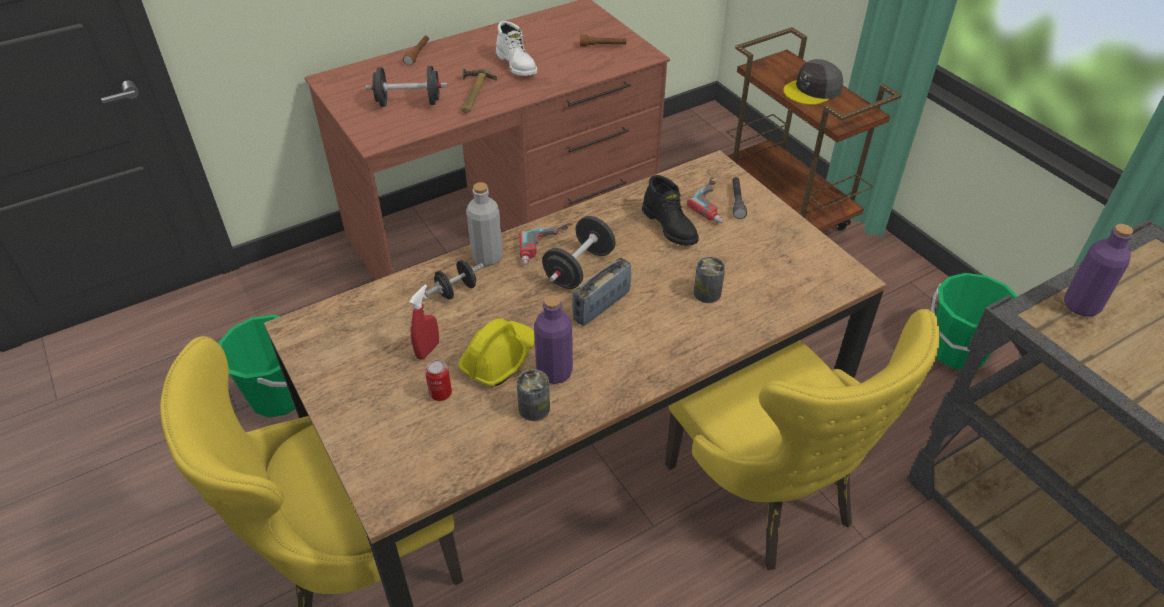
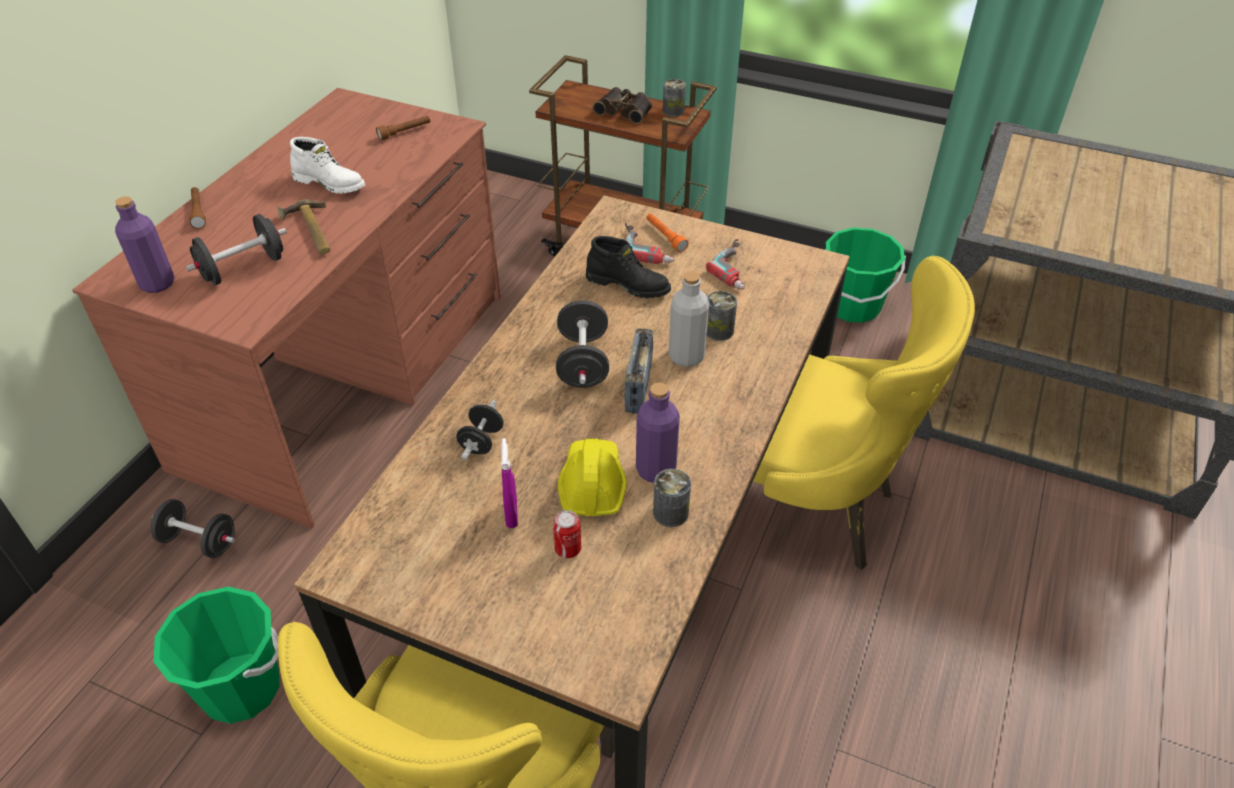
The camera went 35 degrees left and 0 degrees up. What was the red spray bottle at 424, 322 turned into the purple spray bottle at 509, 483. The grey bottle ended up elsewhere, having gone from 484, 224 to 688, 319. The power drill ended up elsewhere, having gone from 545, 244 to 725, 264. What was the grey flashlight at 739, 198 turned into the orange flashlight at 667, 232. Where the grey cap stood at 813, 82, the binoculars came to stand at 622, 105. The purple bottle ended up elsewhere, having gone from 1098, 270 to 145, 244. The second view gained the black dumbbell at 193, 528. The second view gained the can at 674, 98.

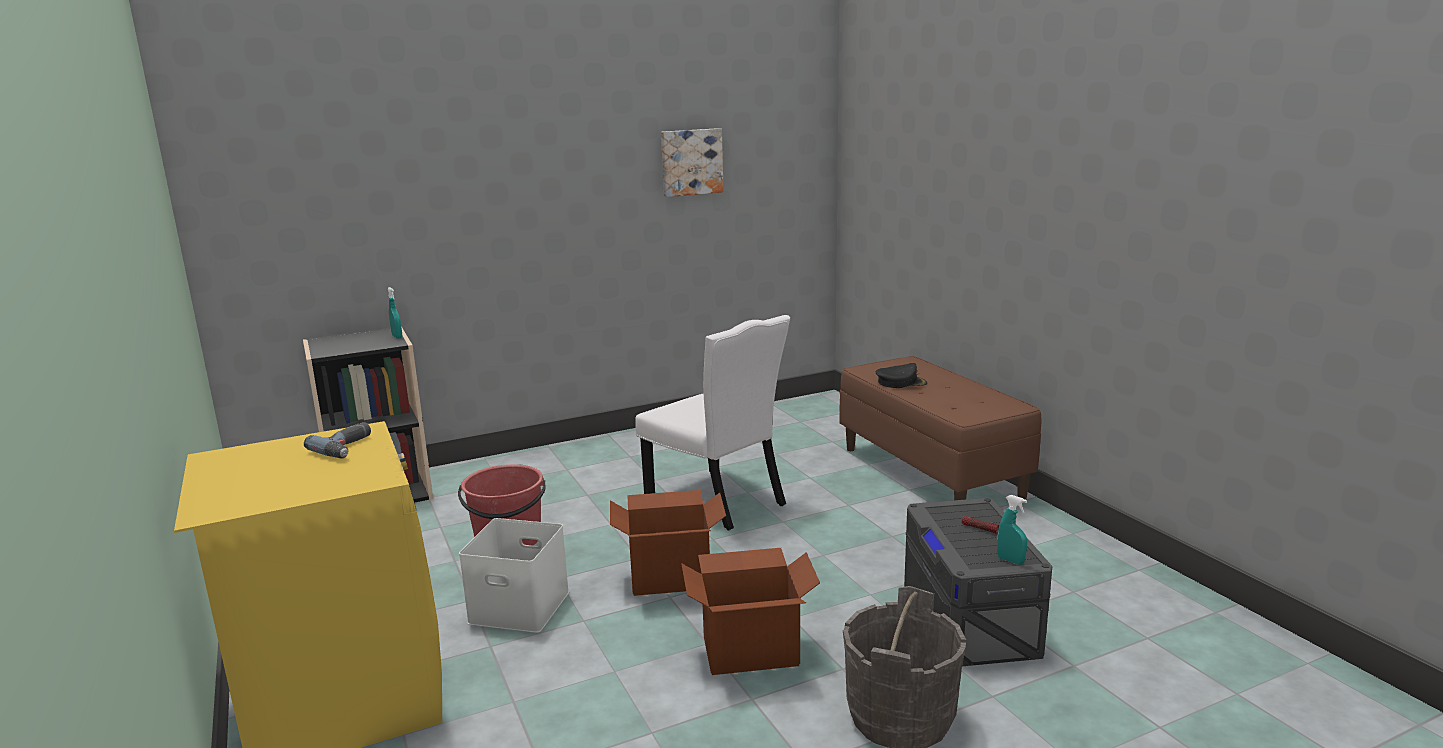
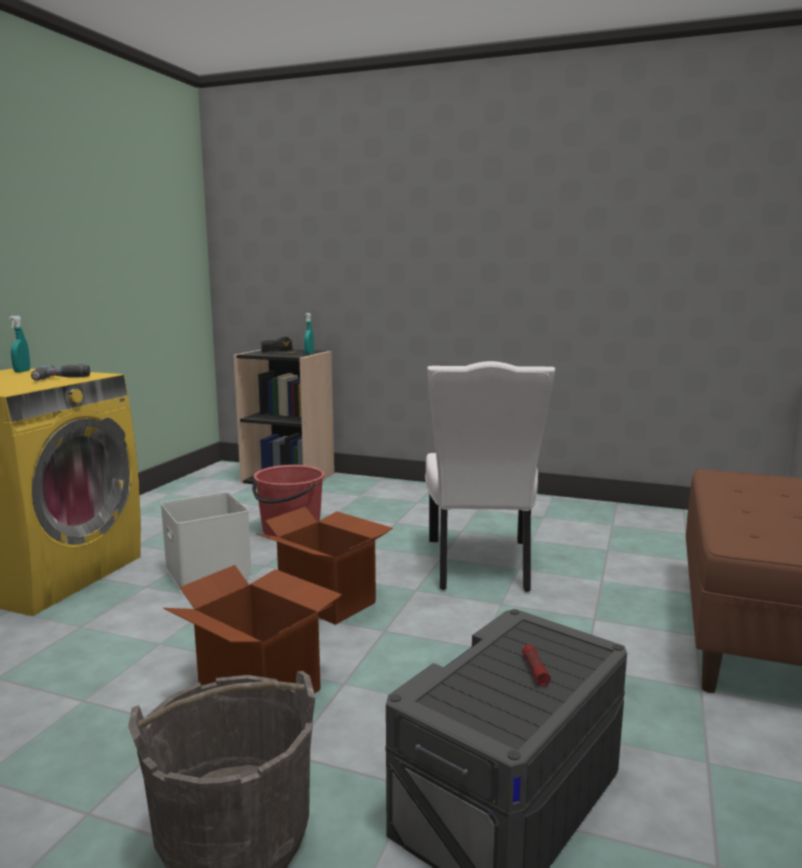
The camera went 45 degrees right and 5 degrees down. The second view lost the picture at 692, 162. The black cap ended up elsewhere, having gone from 901, 375 to 279, 345. The turquoise spray bottle ended up elsewhere, having gone from 1012, 530 to 19, 344.

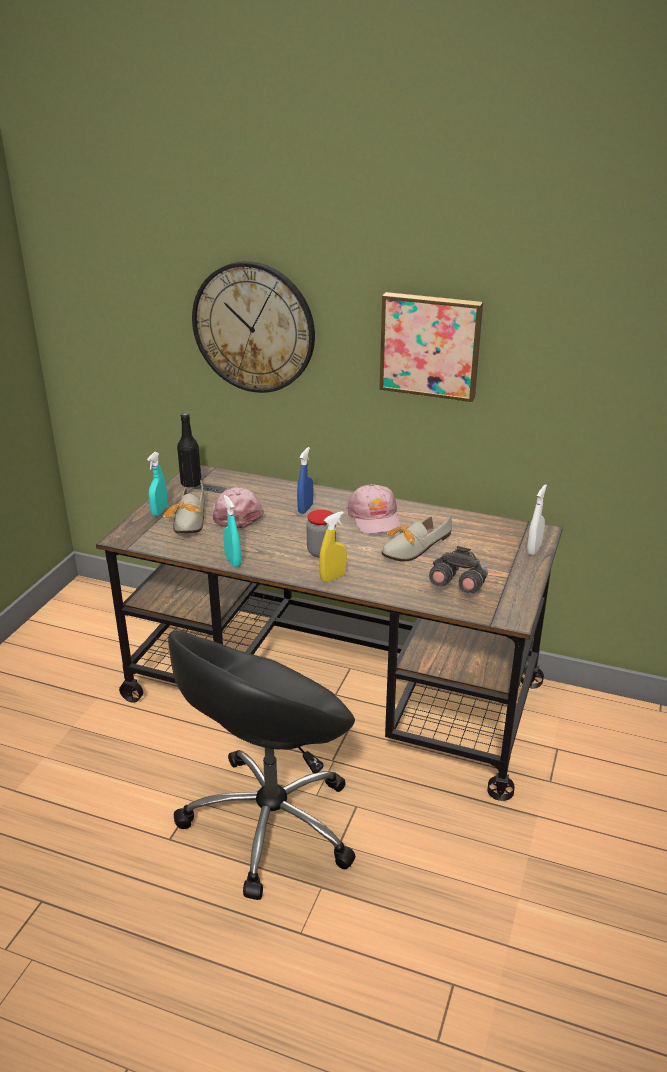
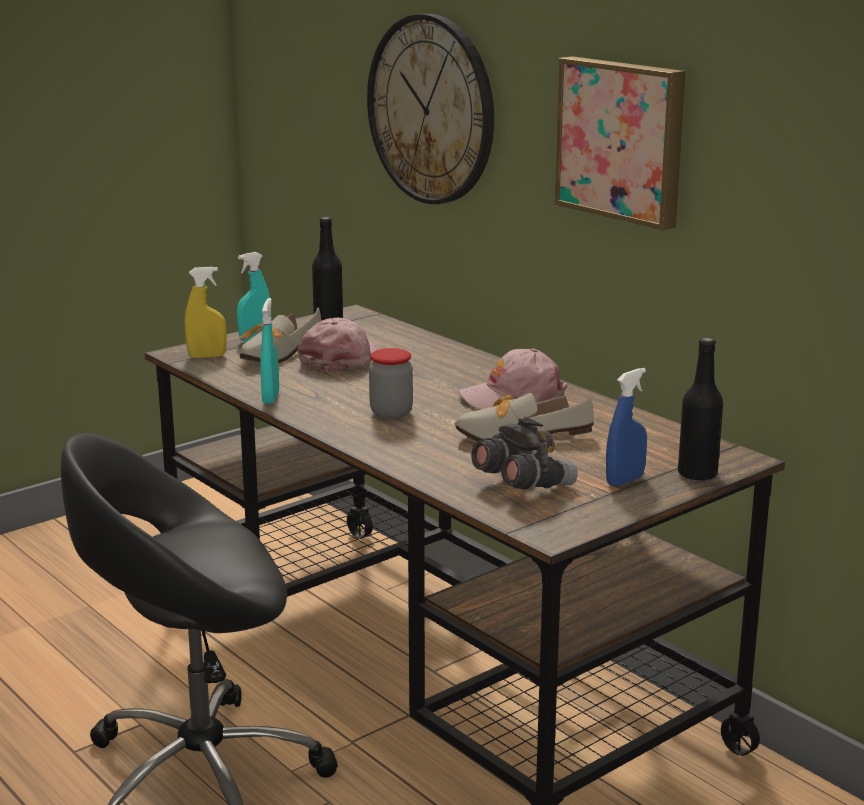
The camera went 30 degrees right and 10 degrees down. The blue spray bottle ended up elsewhere, having gone from 305, 480 to 626, 427. The yellow spray bottle ended up elsewhere, having gone from 333, 546 to 206, 312. The pink cap at 374, 509 ended up facing another way, 60 degrees clockwise from before. Where the white spray bottle stood at 537, 519, the black bottle came to stand at 700, 409.

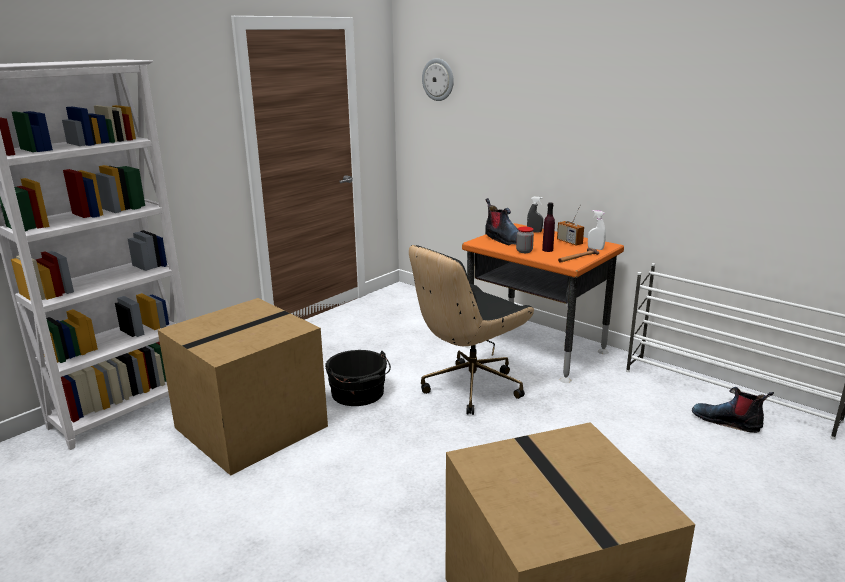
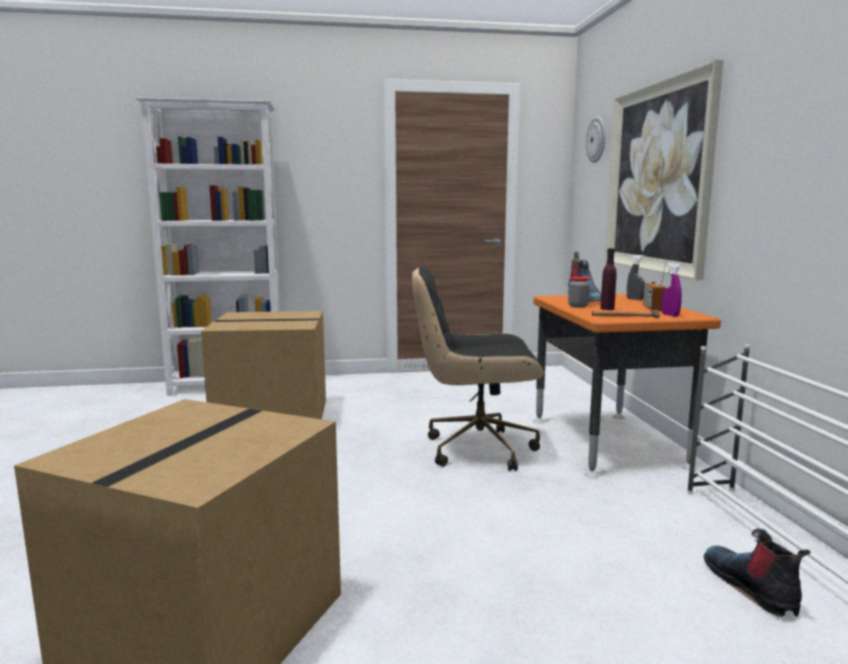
The camera went 40 degrees right and 10 degrees down. The second view lost the black bucket at 358, 378. What was the white spray bottle at 597, 230 turned into the purple spray bottle at 671, 290. The second view gained the picture at 664, 170.

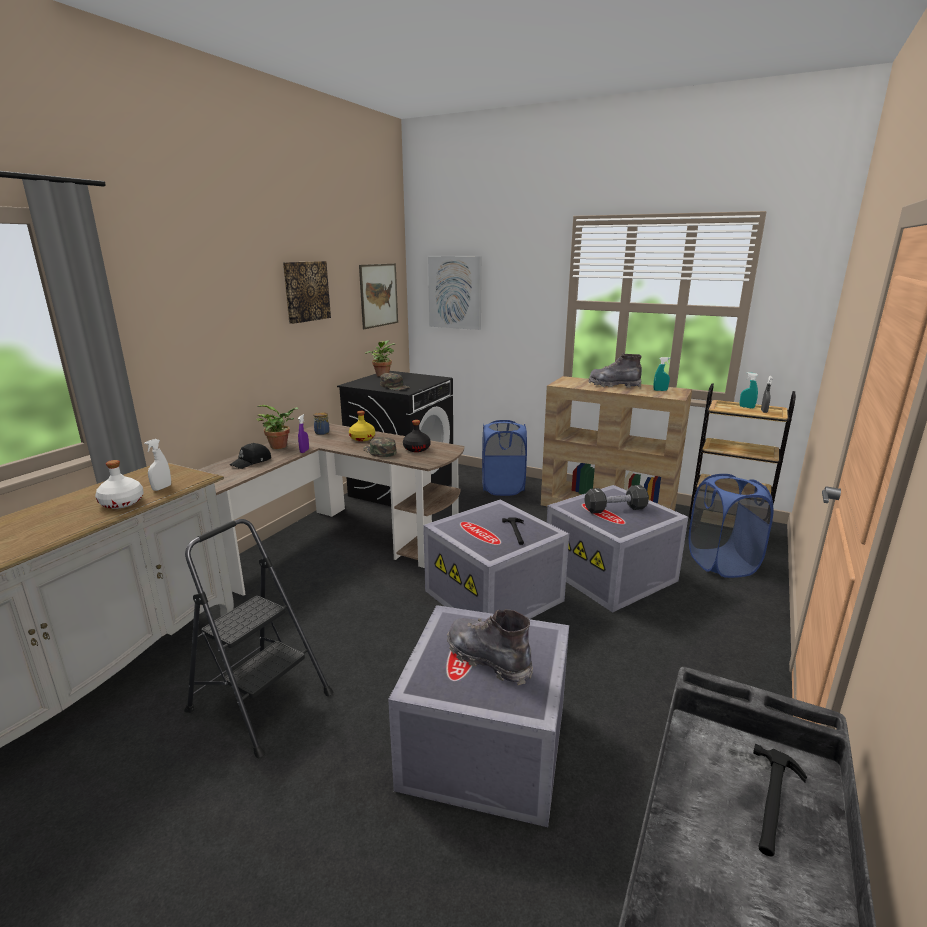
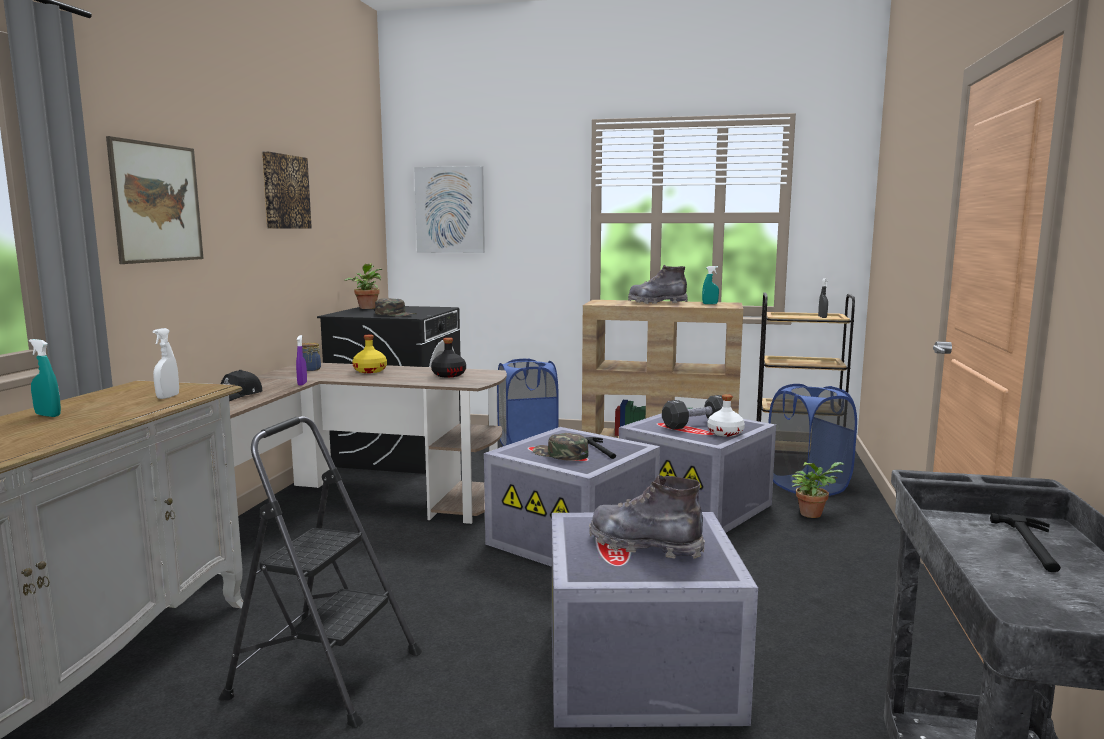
The camera went 15 degrees left and 10 degrees down. The white bottle ended up elsewhere, having gone from 119, 484 to 726, 415. The potted plant ended up elsewhere, having gone from 277, 427 to 818, 490. The picture ended up elsewhere, having gone from 378, 296 to 155, 200. The green cap ended up elsewhere, having gone from 380, 447 to 561, 447. The turquoise spray bottle ended up elsewhere, having gone from 749, 390 to 45, 378.

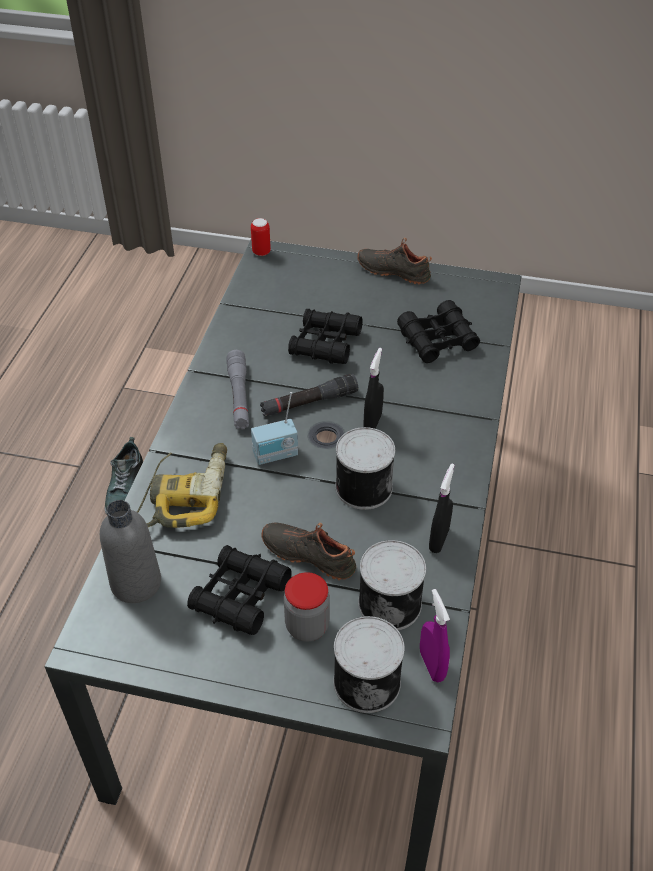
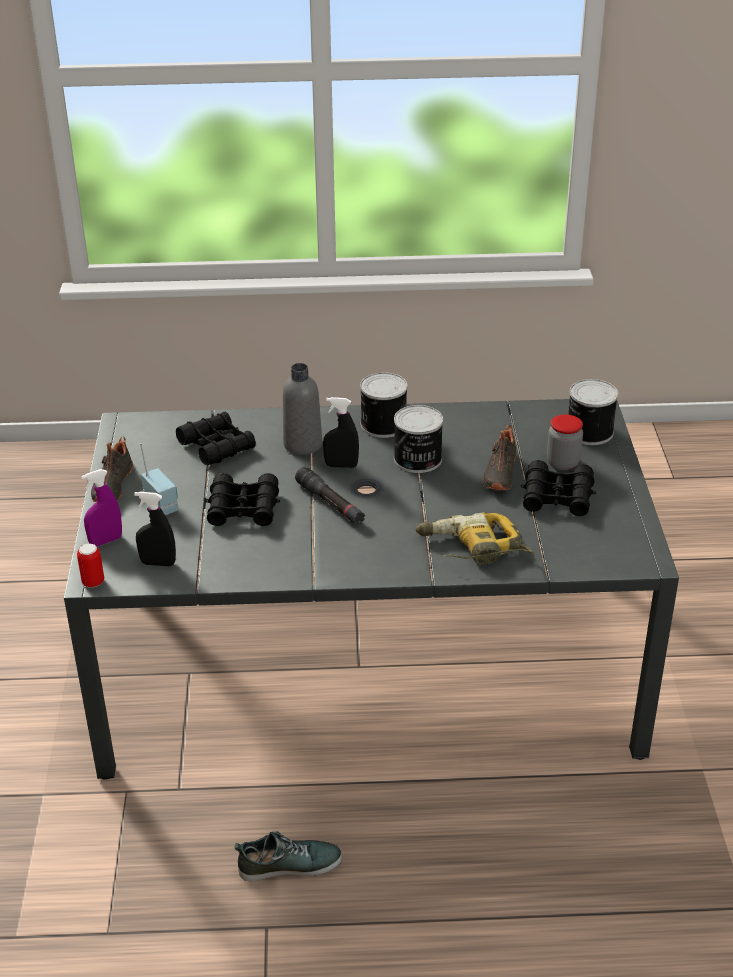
The camera went 105 degrees left and 10 degrees down. The grey bottle ended up elsewhere, having gone from 130, 551 to 302, 409. The second view lost the grey flashlight at 237, 390. The radio ended up elsewhere, having gone from 274, 428 to 159, 479. The can ended up elsewhere, having gone from 392, 585 to 384, 405. The purple spray bottle ended up elsewhere, having gone from 435, 635 to 101, 508. The black spray bottle ended up elsewhere, having gone from 442, 508 to 155, 529.

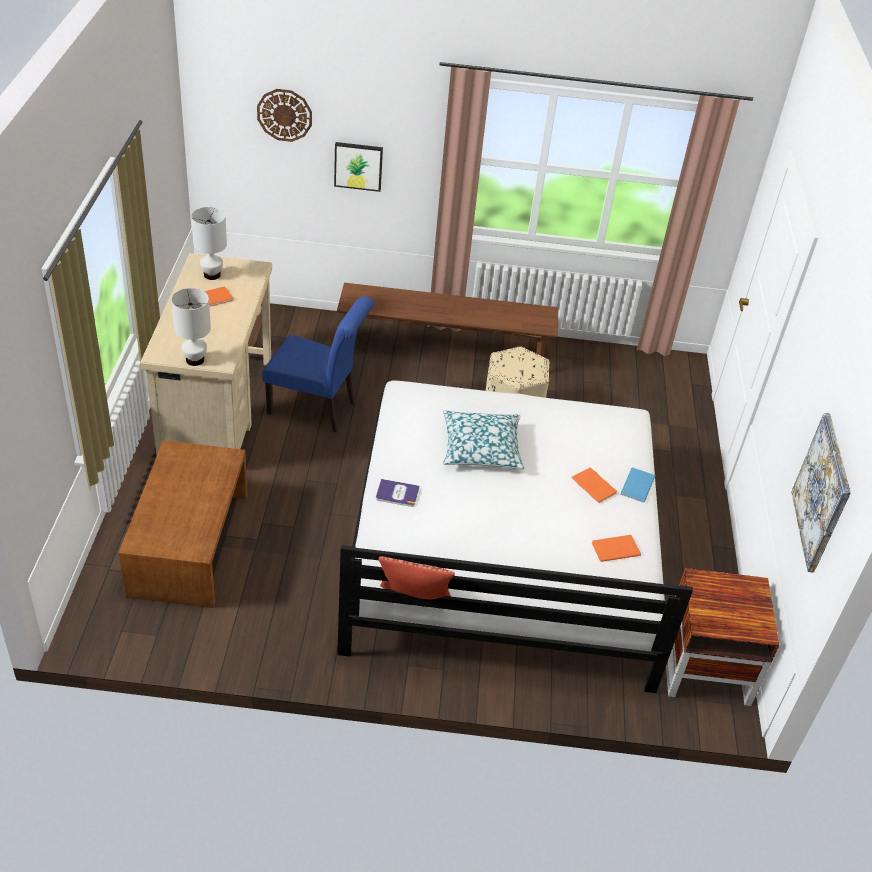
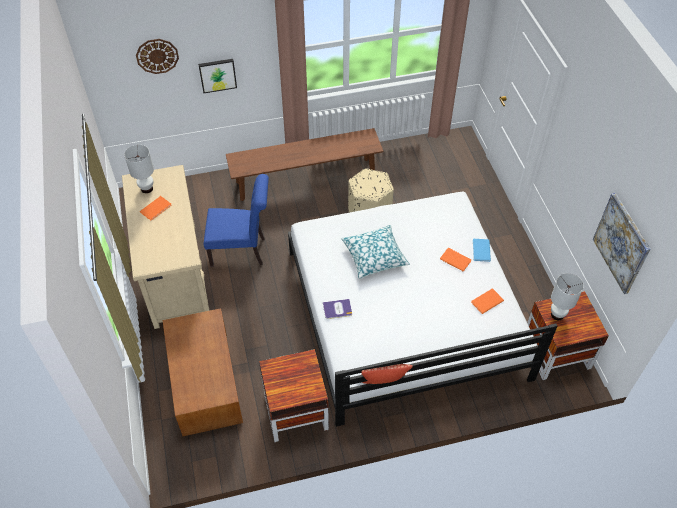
The camera went 15 degrees left and 10 degrees up. The white table lamp ended up elsewhere, having gone from 191, 327 to 567, 296. The second view gained the nightstand at 294, 395.

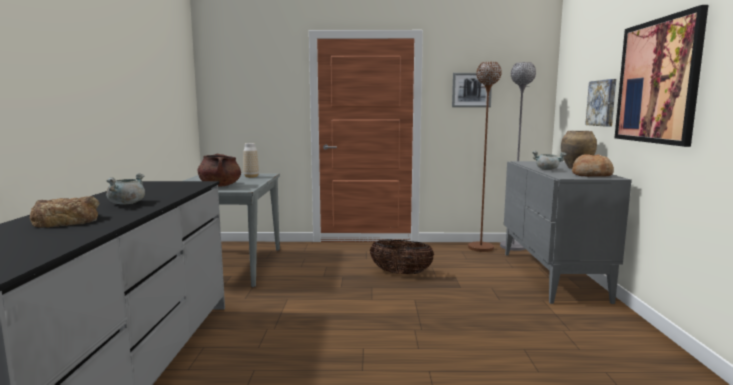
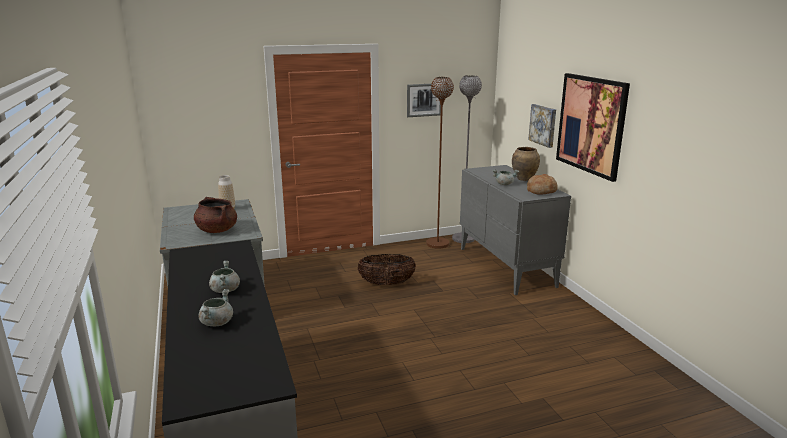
The camera went 20 degrees left and 10 degrees up. Where the bread stood at 64, 212, the grey cooking pot came to stand at 215, 307.

